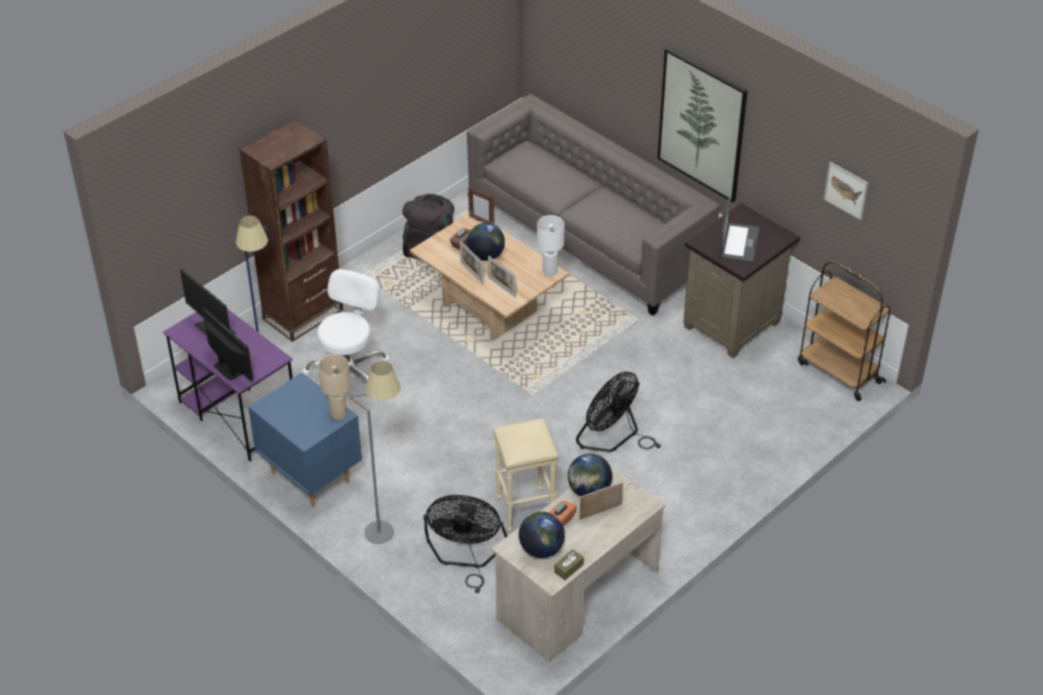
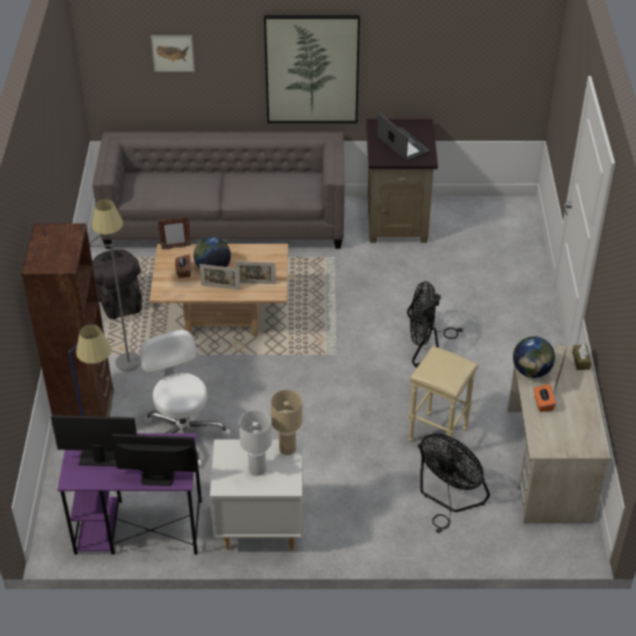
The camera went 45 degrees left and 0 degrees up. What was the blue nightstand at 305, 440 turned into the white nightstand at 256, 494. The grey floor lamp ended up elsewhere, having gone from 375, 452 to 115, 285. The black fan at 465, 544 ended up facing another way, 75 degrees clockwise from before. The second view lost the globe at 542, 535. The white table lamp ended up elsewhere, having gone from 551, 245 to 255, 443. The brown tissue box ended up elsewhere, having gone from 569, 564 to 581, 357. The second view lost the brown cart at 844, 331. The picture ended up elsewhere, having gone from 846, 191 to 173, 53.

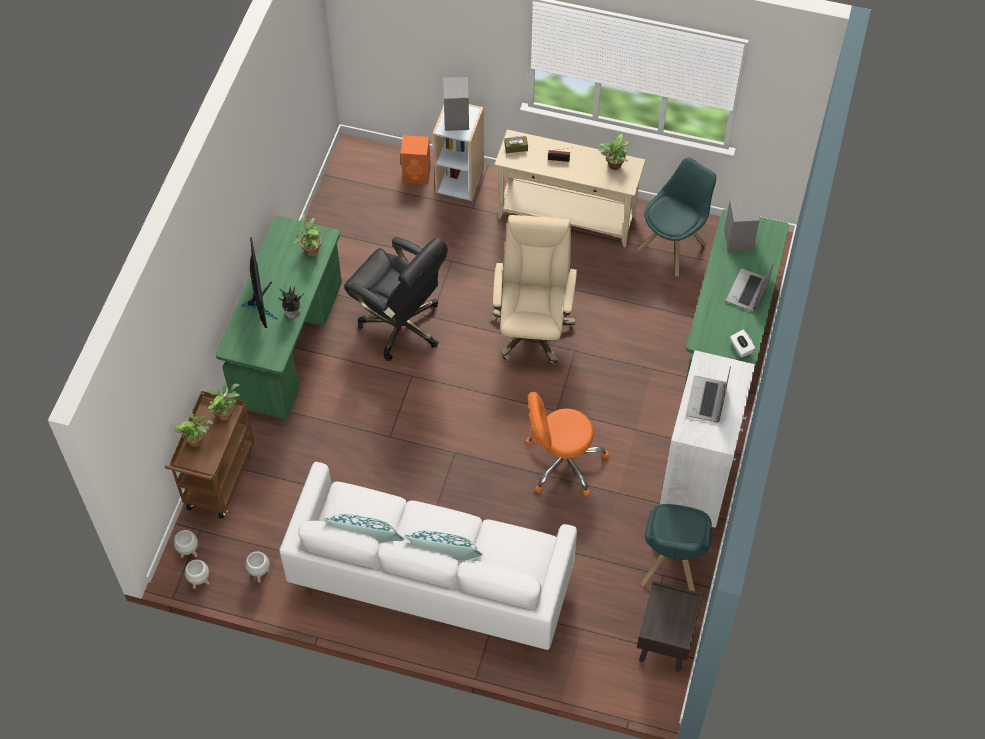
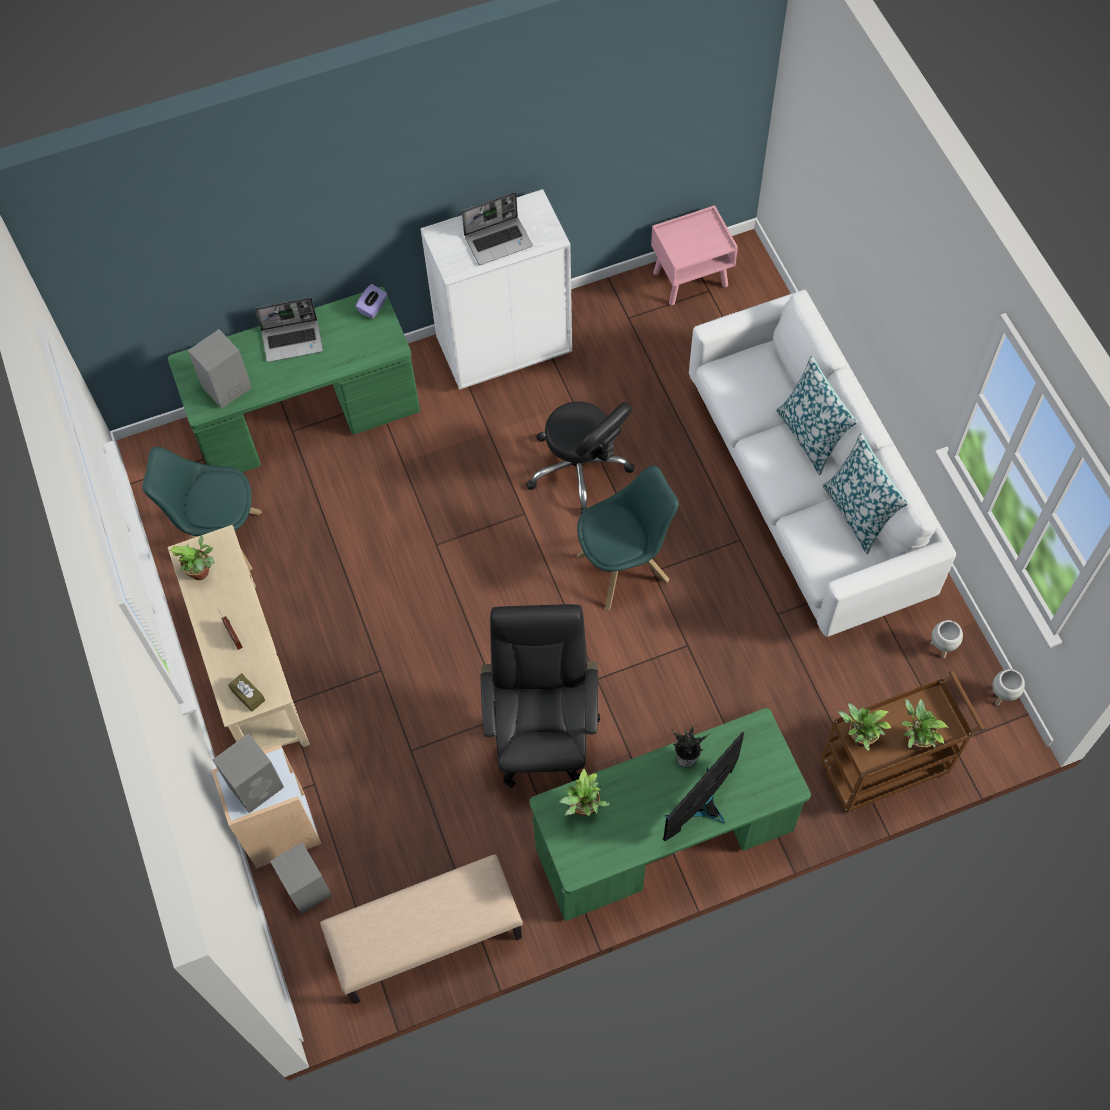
The camera went 125 degrees left and 5 degrees up. The second view lost the white planter at 186, 544. What was the orange speaker at 416, 159 turned into the grey speaker at 301, 878. The second view lost the beige office chair at 534, 289. What was the orange office chair at 567, 444 turned into the black office chair at 580, 458. What was the brown nightstand at 670, 626 turned into the pink nightstand at 694, 255. The turquoise chair ended up elsewhere, having gone from 676, 548 to 628, 538. What was the white tissue box at 742, 343 turned into the purple tissue box at 371, 301. The second view gained the beige bench at 421, 929.

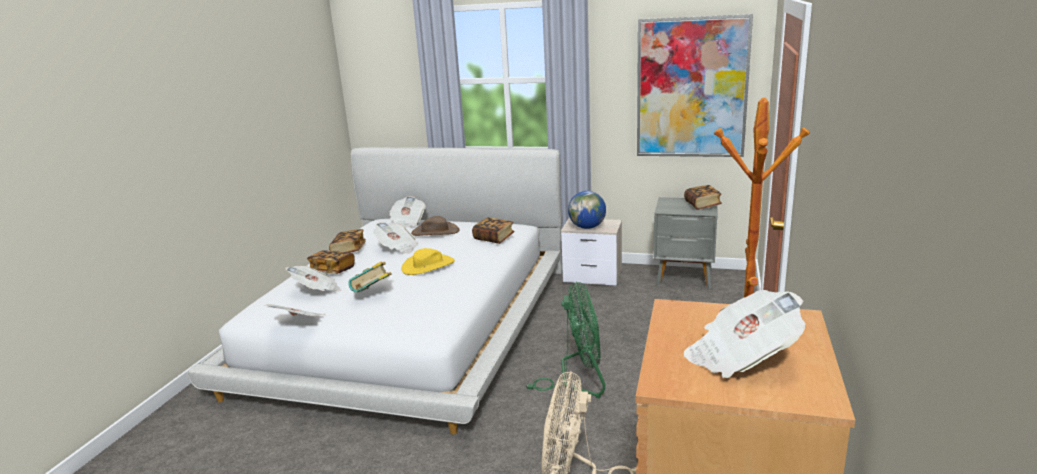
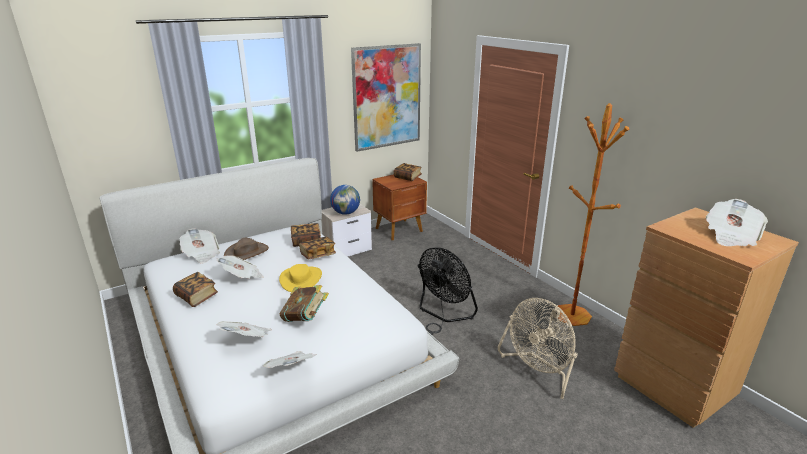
The camera went 50 degrees left and 5 degrees up. The book ended up elsewhere, having gone from 331, 262 to 317, 248. What was the green fan at 565, 340 turned into the black fan at 447, 291. What was the grey nightstand at 685, 243 turned into the brown nightstand at 399, 207.

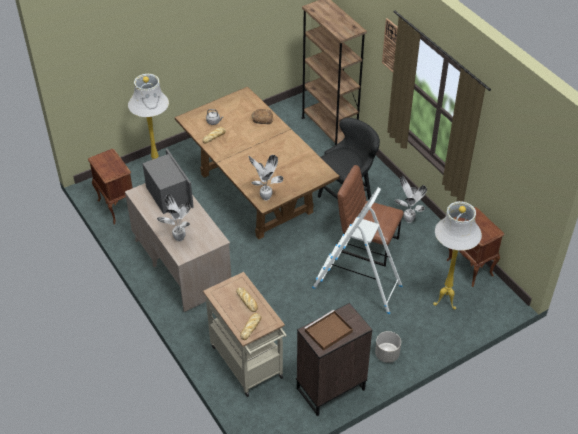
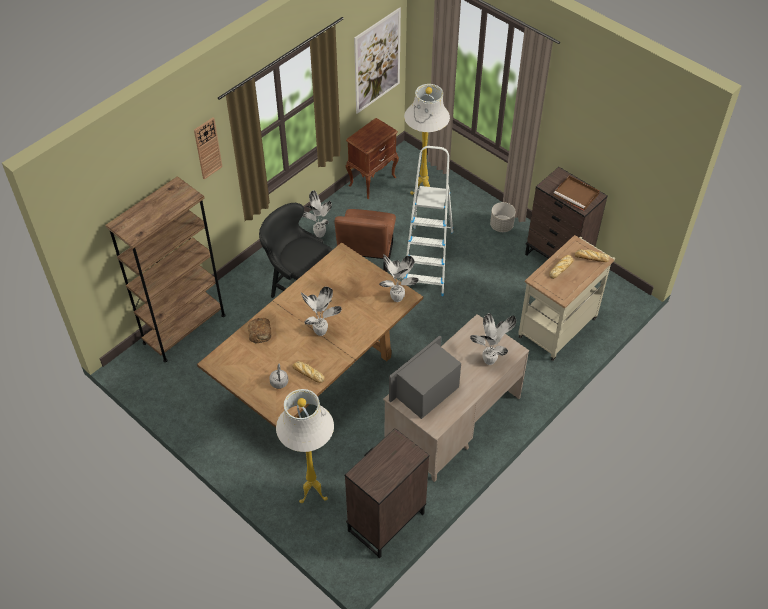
The camera went 105 degrees left and 5 degrees up. Where the brown nightstand stood at 110, 187, the brown dresser came to stand at 387, 493. The second view gained the potted plant at 321, 311. The second view gained the picture at 377, 60.

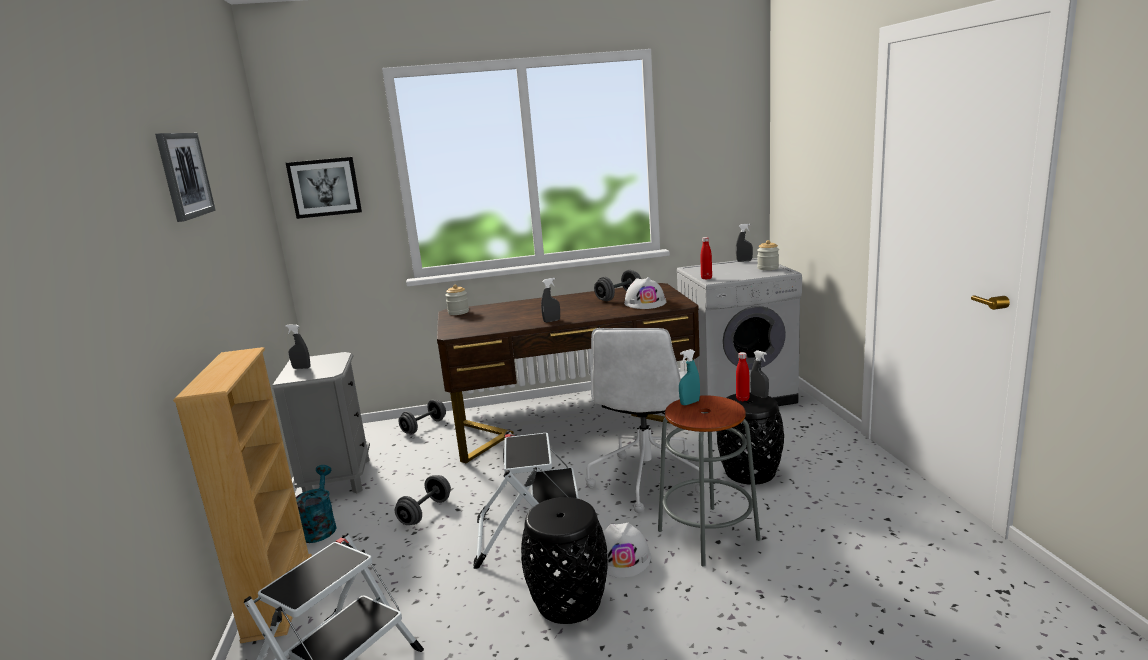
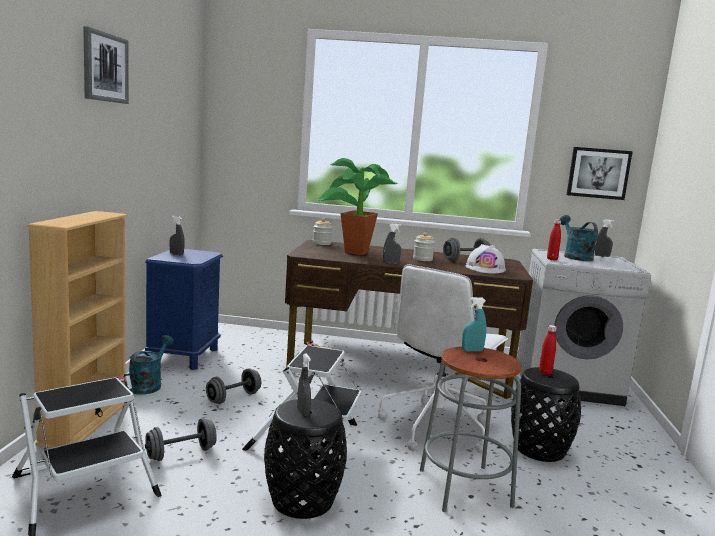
The camera went 15 degrees right and 5 degrees down. What was the grey nightstand at 321, 423 turned into the blue nightstand at 184, 309. The picture ended up elsewhere, having gone from 324, 188 to 600, 173. The grey dumbbell ended up elsewhere, having gone from 422, 416 to 181, 439. The second view lost the white hard hat at 623, 550. The grey spray bottle ended up elsewhere, having gone from 759, 374 to 304, 385. The jar ended up elsewhere, having gone from 768, 255 to 424, 246. The second view gained the potted plant at 357, 206. The second view gained the turquoise watering can at 578, 238.

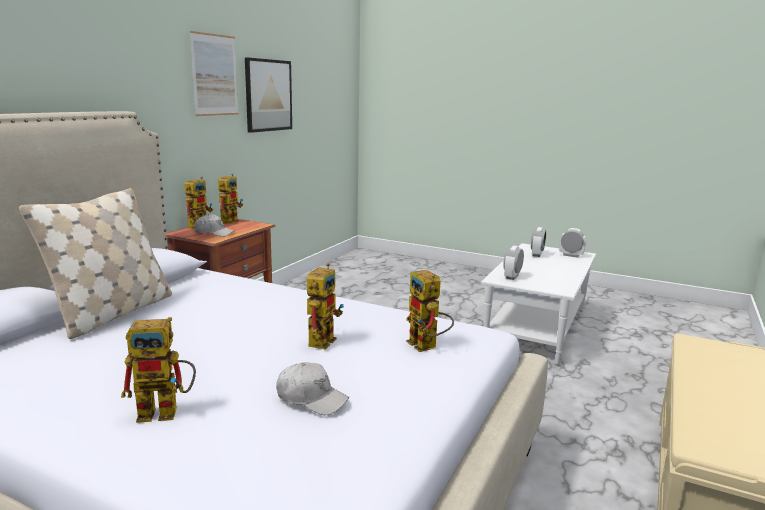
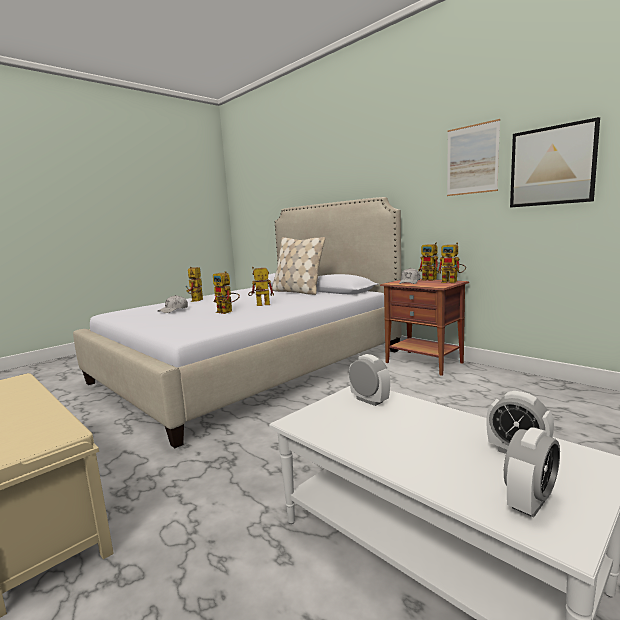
The camera went 110 degrees right and 5 degrees down. The toy robot ended up elsewhere, having gone from 430, 311 to 261, 286.

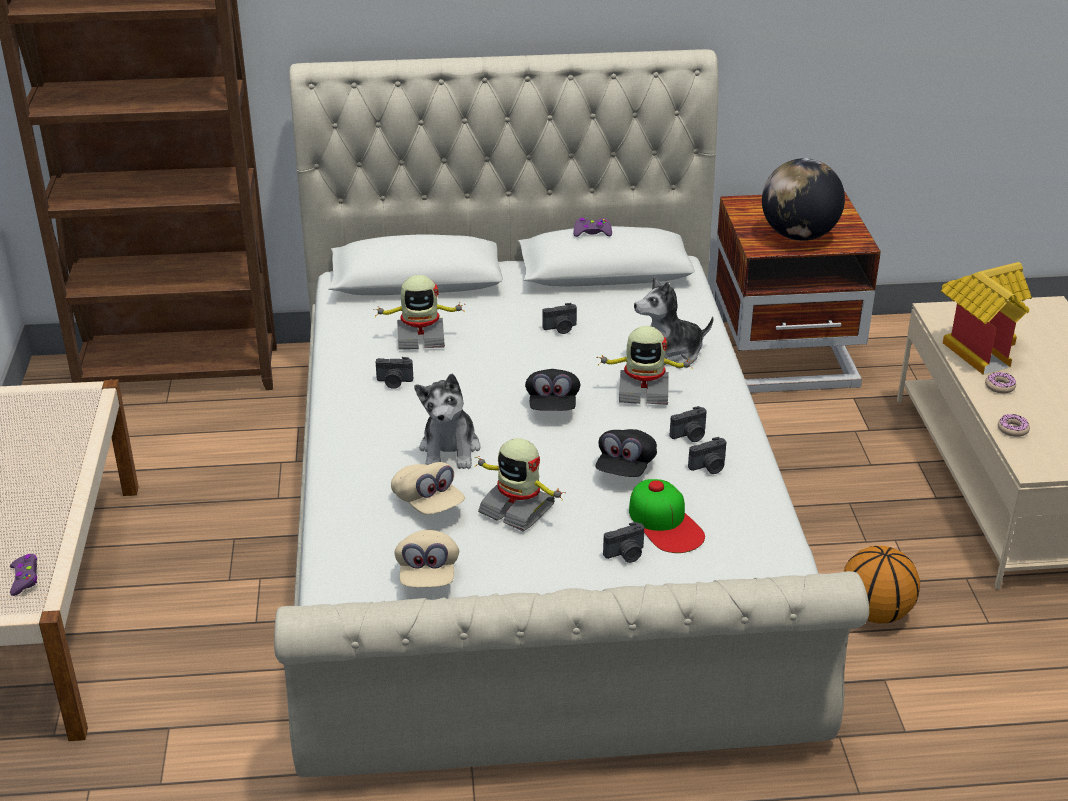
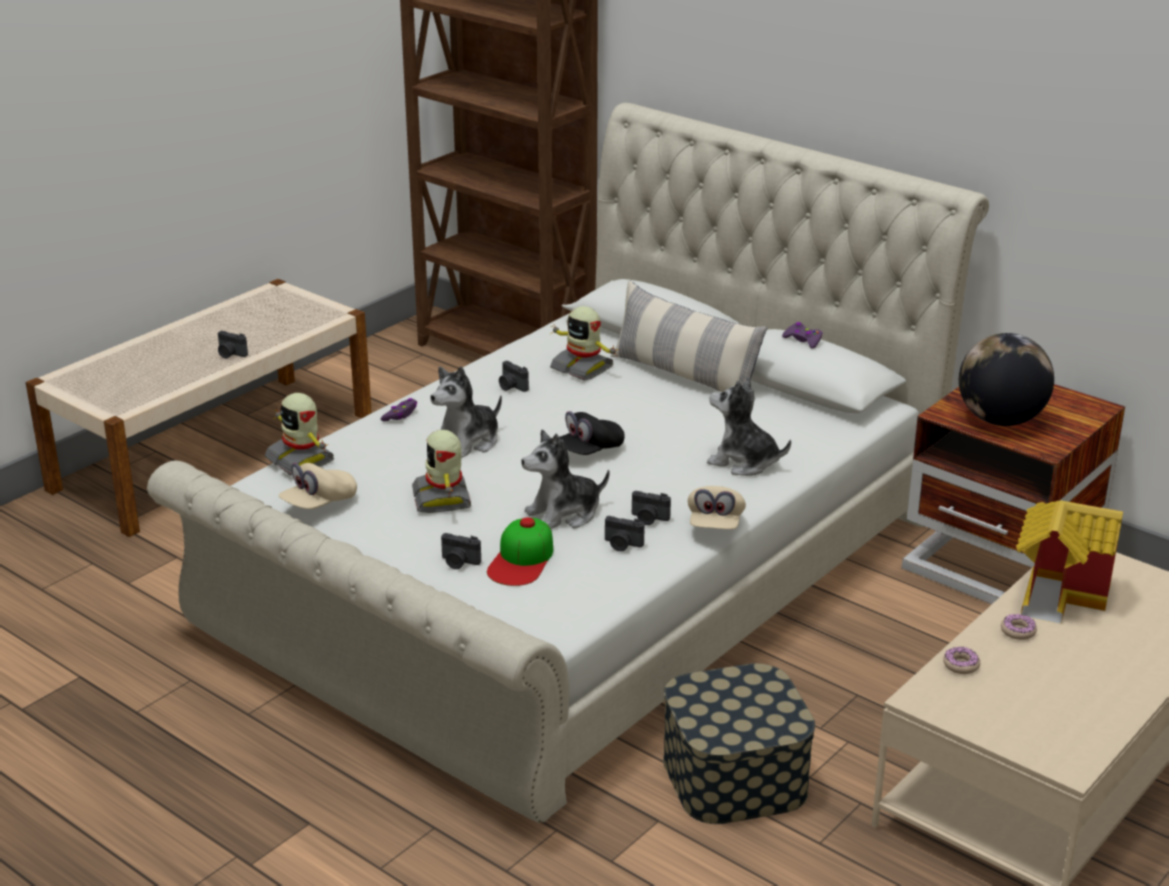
The camera went 45 degrees right and 5 degrees down. The purple game controller ended up elsewhere, having gone from 23, 575 to 398, 409. The beige cap ended up elsewhere, having gone from 428, 488 to 717, 507. The photo camera ended up elsewhere, having gone from 559, 318 to 233, 345. Where the black cap stood at 626, 453, the plush toy came to stand at 565, 479. The toy robot ended up elsewhere, having gone from 646, 365 to 299, 434. Where the basketball stood at 881, 585, the storage box came to stand at 739, 743. The second view gained the pillow at 689, 336.

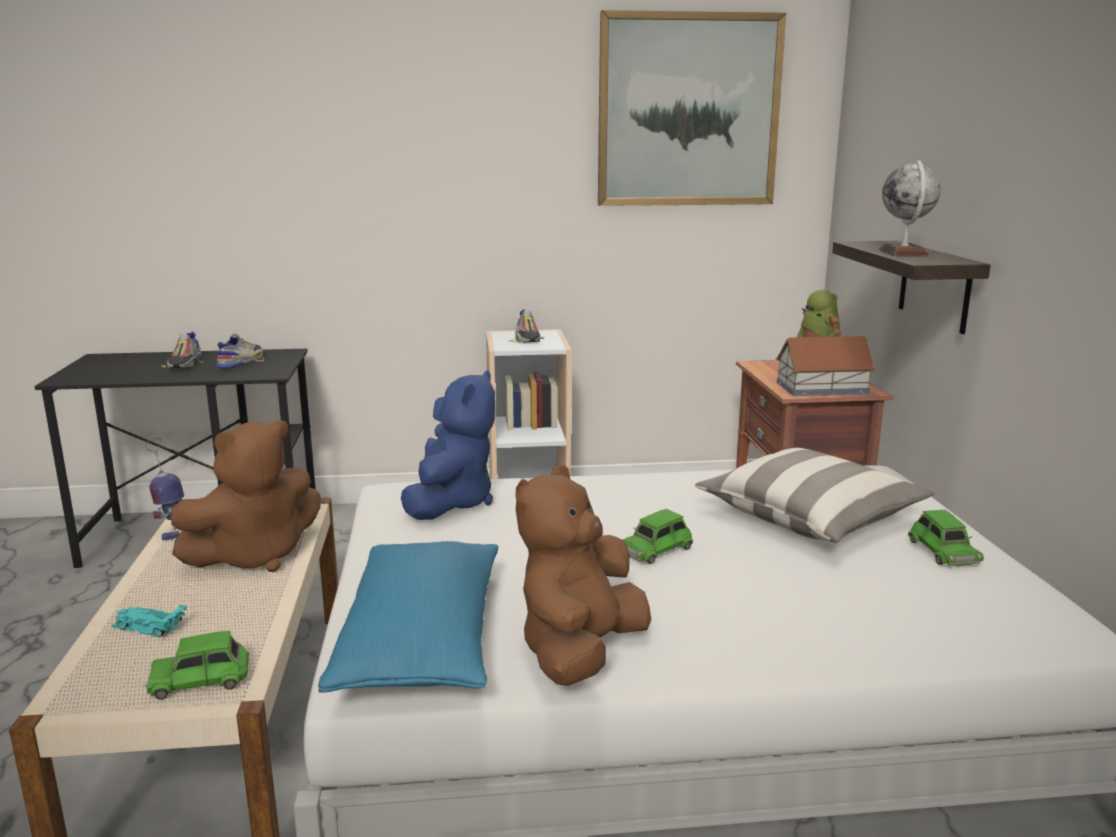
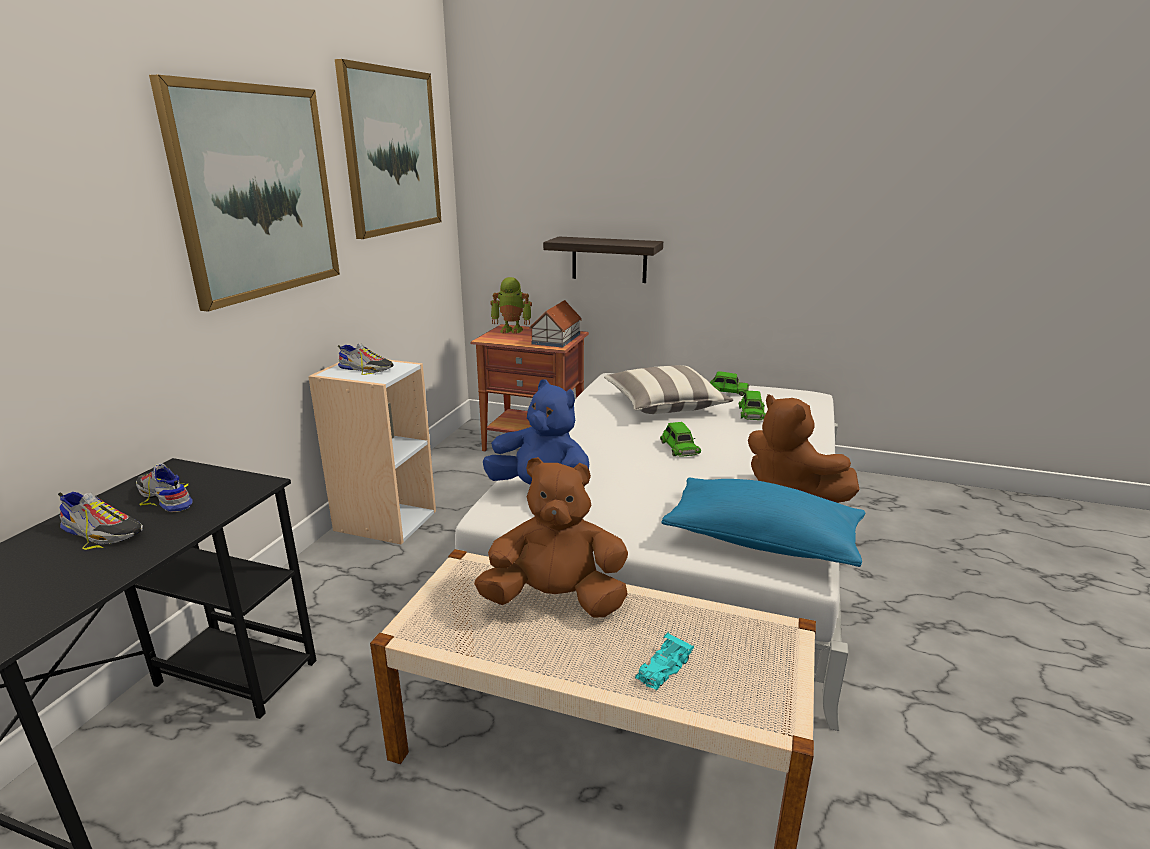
The camera went 65 degrees left and 5 degrees up. The second view lost the toy robot at 164, 489. The green toy car ended up elsewhere, having gone from 197, 665 to 752, 405. The brown plush toy at 246, 496 ended up facing another way, 75 degrees counterclockwise from before. The second view lost the globe at 910, 208. The second view gained the picture at 244, 193.

